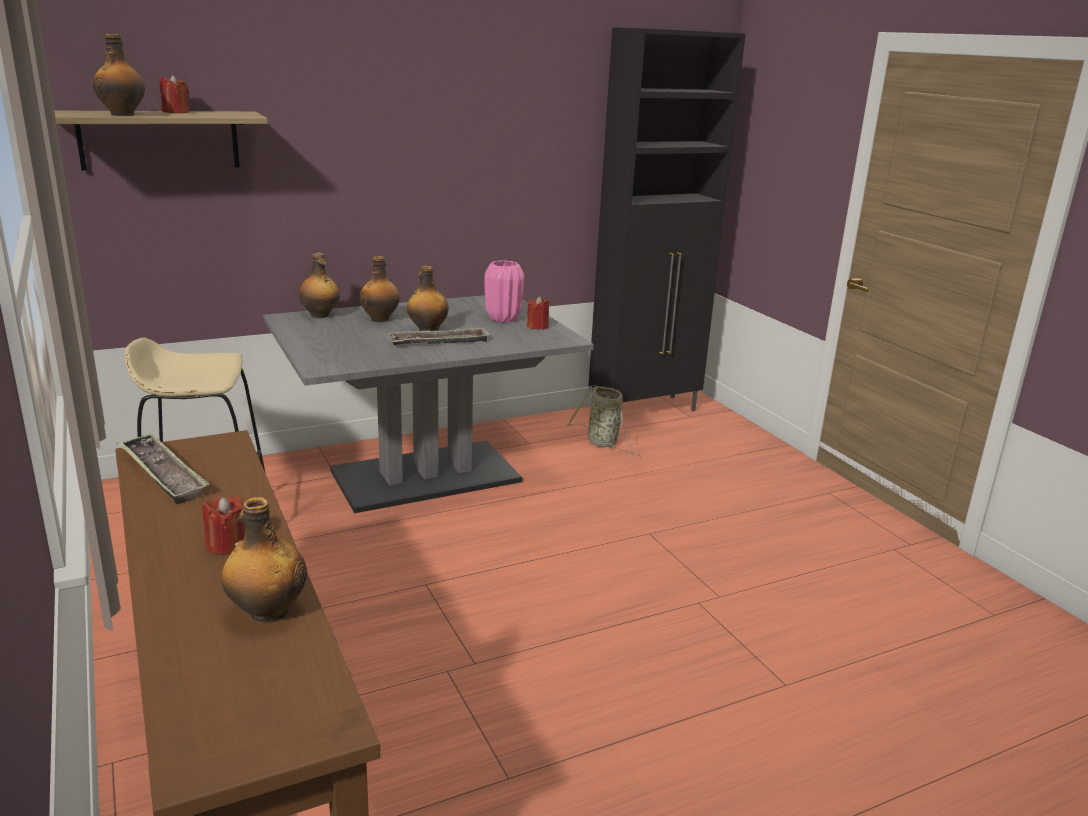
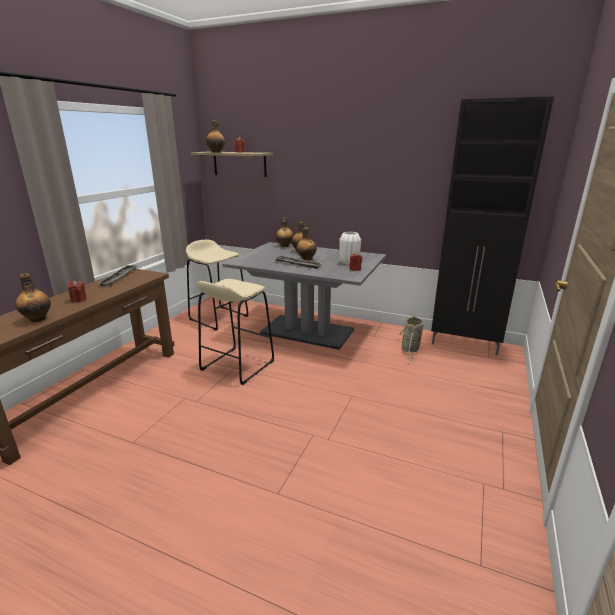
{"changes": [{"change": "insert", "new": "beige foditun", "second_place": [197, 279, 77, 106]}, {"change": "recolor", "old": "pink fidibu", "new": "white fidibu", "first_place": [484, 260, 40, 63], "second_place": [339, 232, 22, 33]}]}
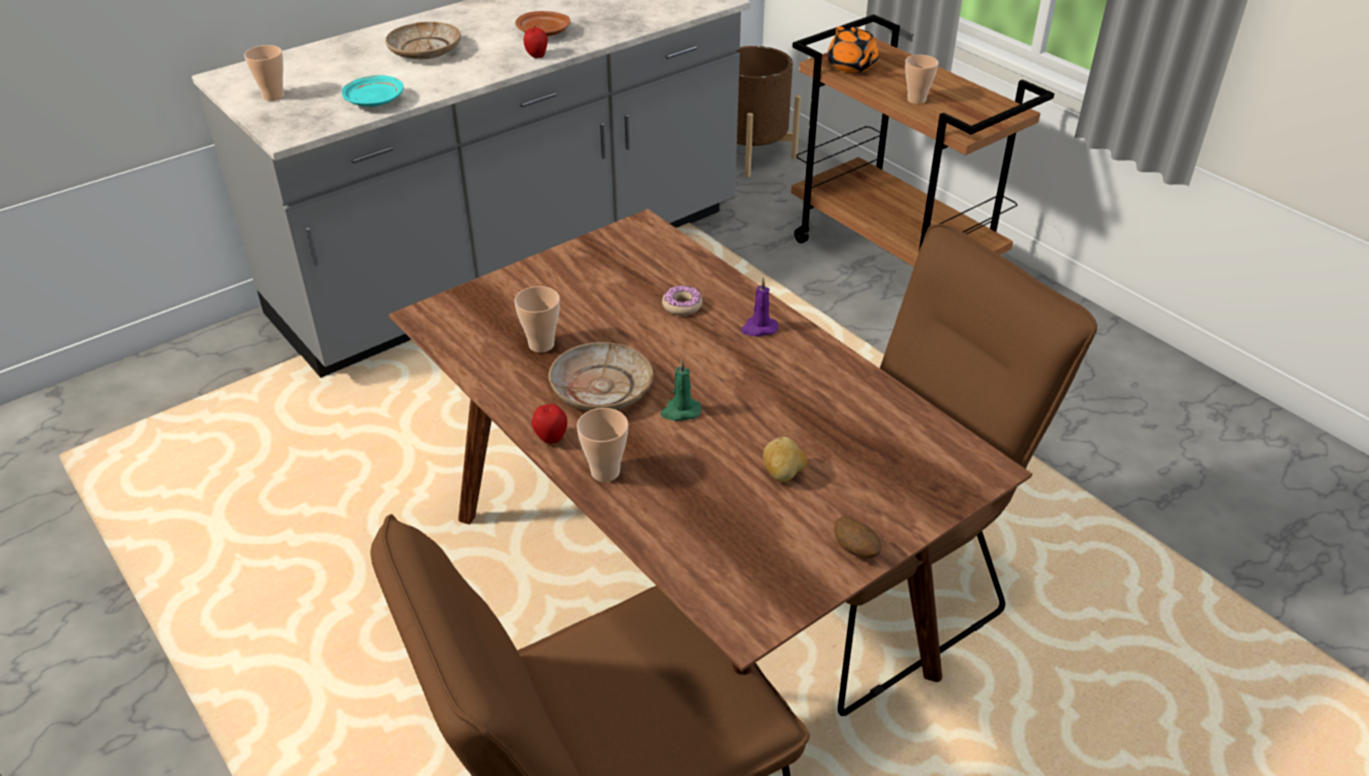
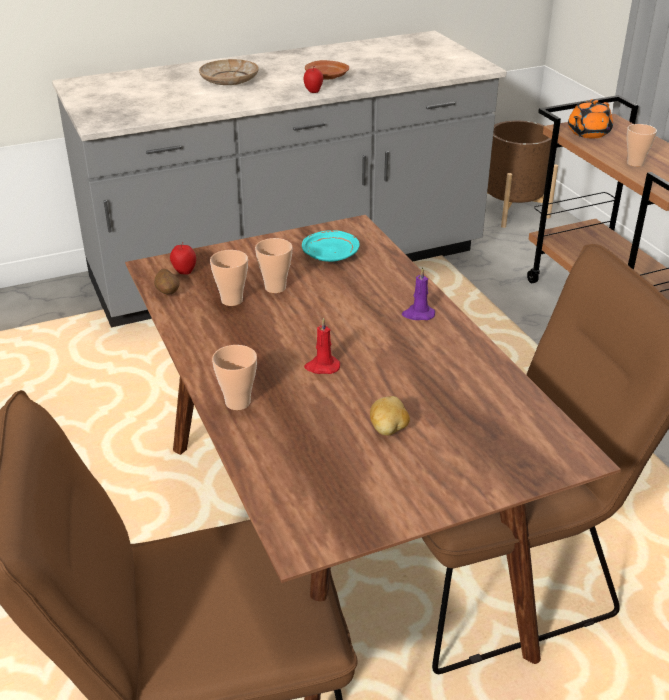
{"changes": [{"change": "delete", "old": "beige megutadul", "first_place": [549, 342, 104, 69]}, {"change": "delete", "old": "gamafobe", "first_place": [662, 285, 40, 31]}, {"change": "move", "old": "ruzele", "first_place": [244, 45, 40, 56], "second_place": [255, 238, 38, 55]}, {"change": "move", "old": "turquoise megutadul", "first_place": [342, 75, 62, 32], "second_place": [302, 230, 58, 32]}, {"change": "move", "old": "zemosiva", "first_place": [532, 403, 35, 41], "second_place": [170, 243, 26, 32]}, {"change": "move", "old": "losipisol", "first_place": [835, 516, 46, 42], "second_place": [154, 269, 26, 25]}, {"change": "recolor", "old": "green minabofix", "new": "red minabofix", "first_place": [660, 359, 41, 62], "second_place": [304, 318, 36, 56]}, {"change": "rotate", "old": "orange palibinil", "first_place": [827, 27, 51, 46], "second_place": [568, 99, 45, 39], "degrees": 45}]}
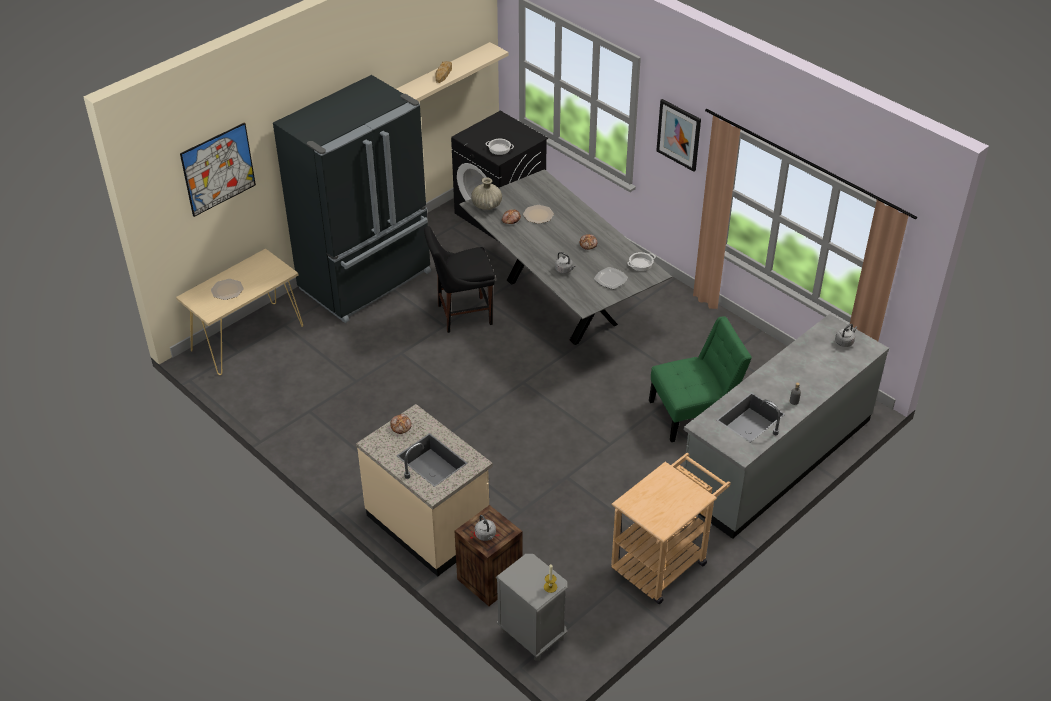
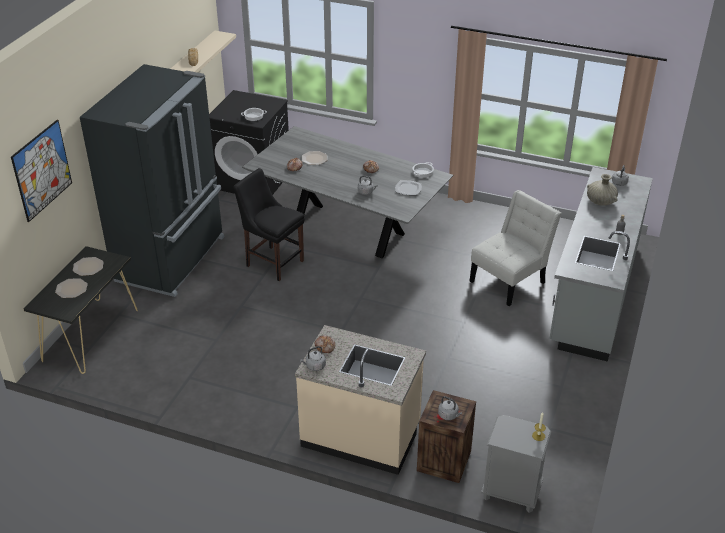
{"changes": [{"change": "delete", "old": "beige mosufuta", "first_place": [611, 453, 120, 151]}, {"change": "delete", "old": "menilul", "first_place": [656, 99, 45, 73]}, {"change": "insert", "new": "megutadul", "second_place": [73, 257, 31, 19]}, {"change": "insert", "new": "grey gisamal", "second_place": [300, 346, 26, 25]}, {"change": "move", "old": "beige fidibu", "first_place": [471, 177, 31, 33], "second_place": [587, 174, 31, 32]}, {"change": "recolor", "old": "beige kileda", "new": "black kileda", "first_place": [176, 248, 127, 127], "second_place": [24, 246, 114, 128]}, {"change": "recolor", "old": "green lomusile", "new": "white lomusile", "first_place": [649, 316, 103, 126], "second_place": [469, 190, 92, 116]}, {"change": "rotate", "old": "black lomusile", "first_place": [424, 226, 71, 107], "second_place": [233, 168, 72, 113], "degrees": 75}]}
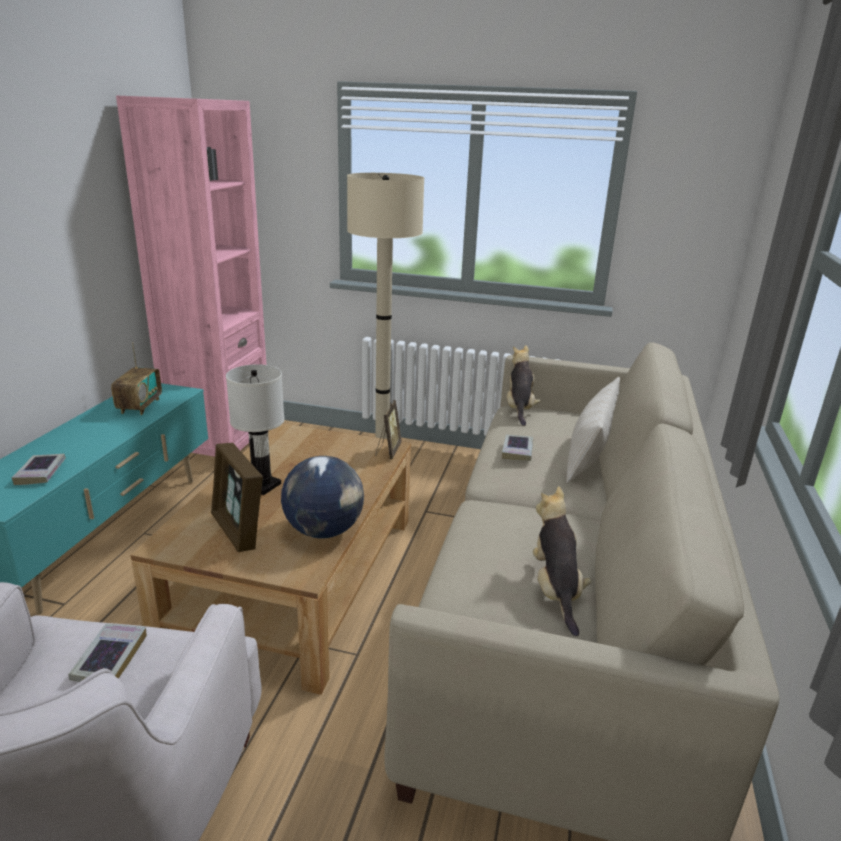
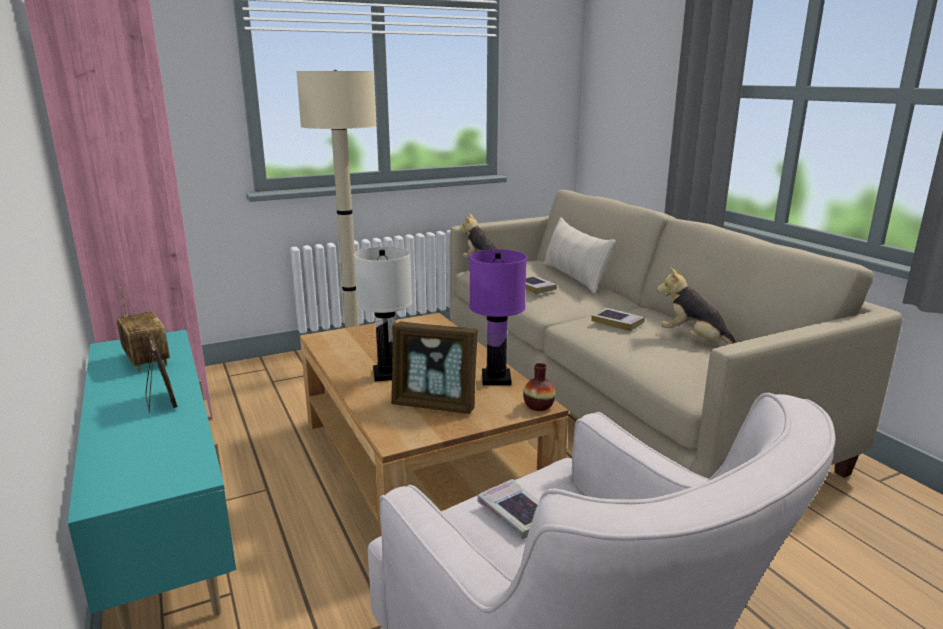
{"changes": [{"change": "insert", "new": "fidibu", "second_place": [523, 363, 32, 48]}, {"change": "move", "old": "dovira", "first_place": [12, 454, 54, 31], "second_place": [591, 308, 54, 23]}, {"change": "move", "old": "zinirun", "first_place": [375, 400, 27, 59], "second_place": [145, 333, 33, 80]}, {"change": "replace", "old": "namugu", "new": "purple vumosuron", "first_place": [281, 456, 83, 83], "second_place": [469, 249, 58, 136]}]}
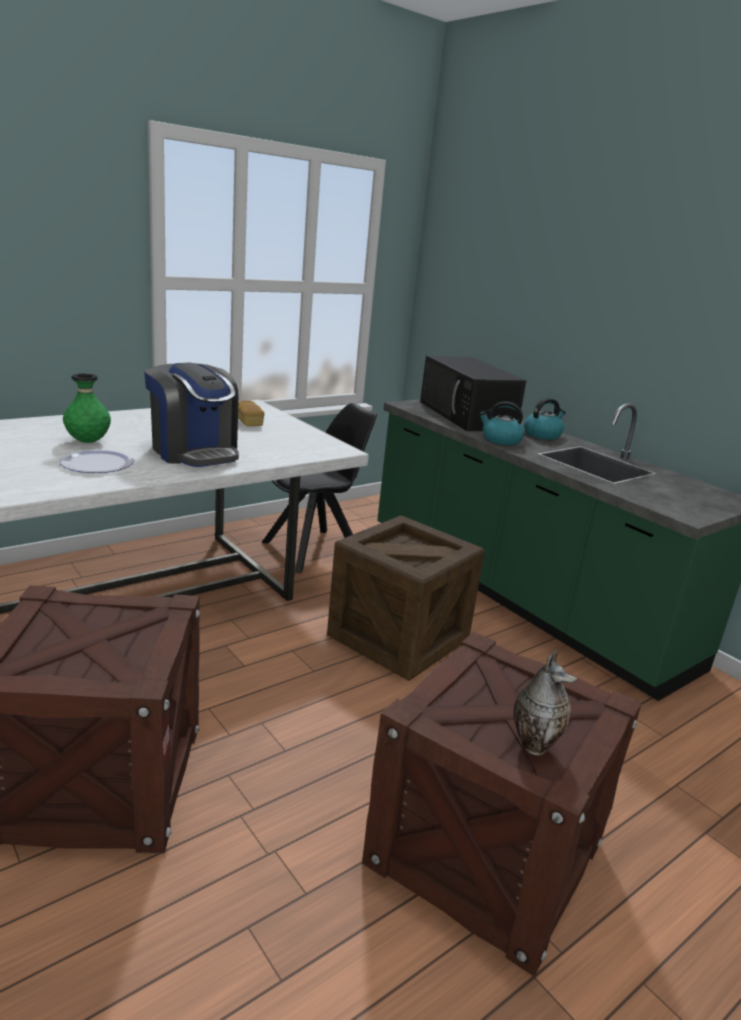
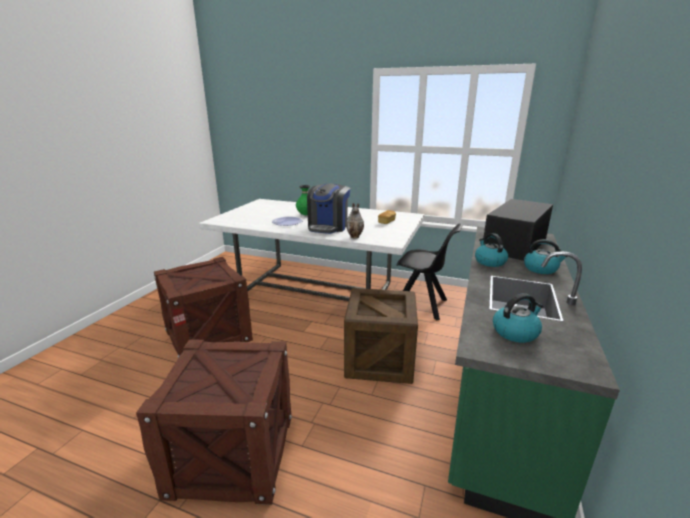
{"changes": [{"change": "insert", "new": "gisamal", "second_place": [493, 293, 50, 50]}, {"change": "move", "old": "fidibu", "first_place": [514, 649, 63, 106], "second_place": [346, 203, 18, 35]}]}
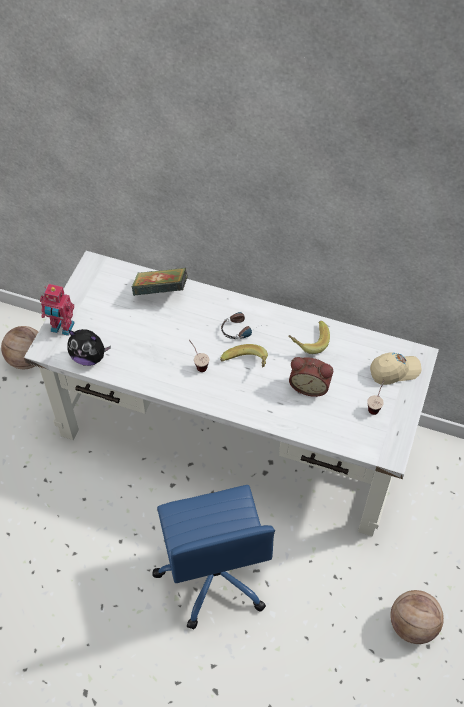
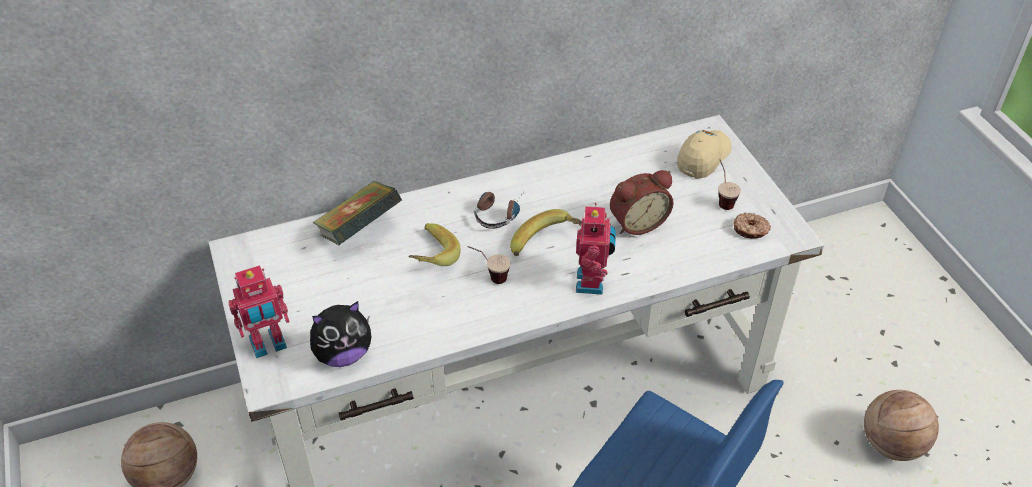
{"changes": [{"change": "insert", "new": "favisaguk", "second_place": [576, 203, 40, 92]}, {"change": "insert", "new": "gamafobe", "second_place": [733, 213, 38, 25]}, {"change": "move", "old": "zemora", "first_place": [289, 321, 41, 33], "second_place": [408, 223, 53, 43]}]}
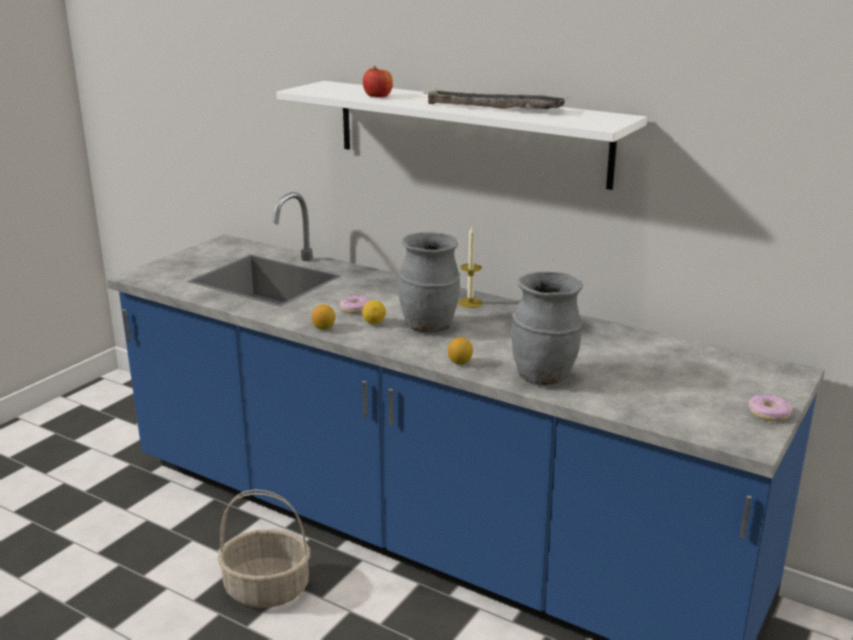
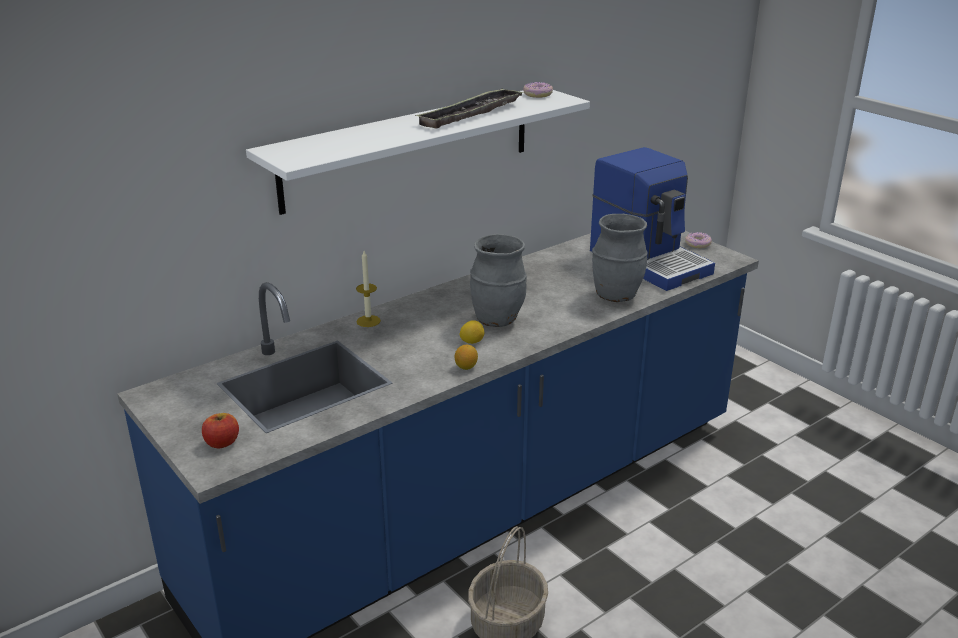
{"changes": [{"change": "delete", "old": "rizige", "first_place": [448, 337, 25, 28]}, {"change": "insert", "new": "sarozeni", "second_place": [590, 147, 125, 144]}, {"change": "move", "old": "gamafobe", "first_place": [340, 295, 31, 19], "second_place": [523, 82, 30, 16]}, {"change": "move", "old": "zemosiva", "first_place": [363, 66, 30, 31], "second_place": [202, 413, 37, 35]}, {"change": "move", "old": "minabofix", "first_place": [458, 227, 25, 81], "second_place": [356, 251, 25, 76]}]}
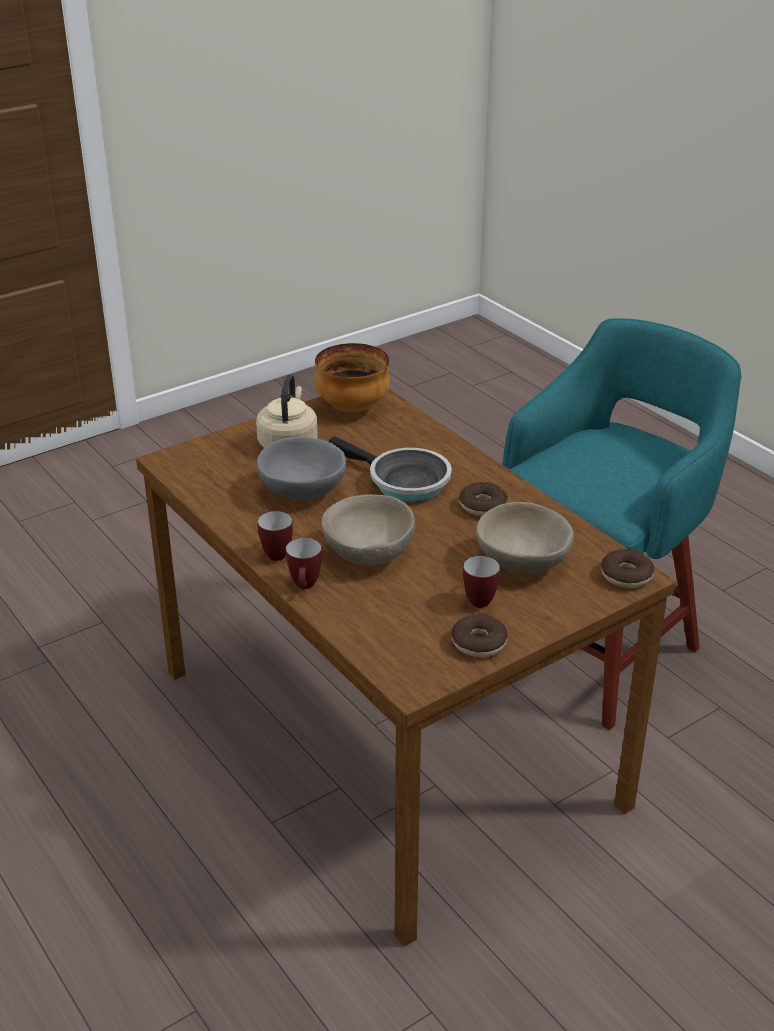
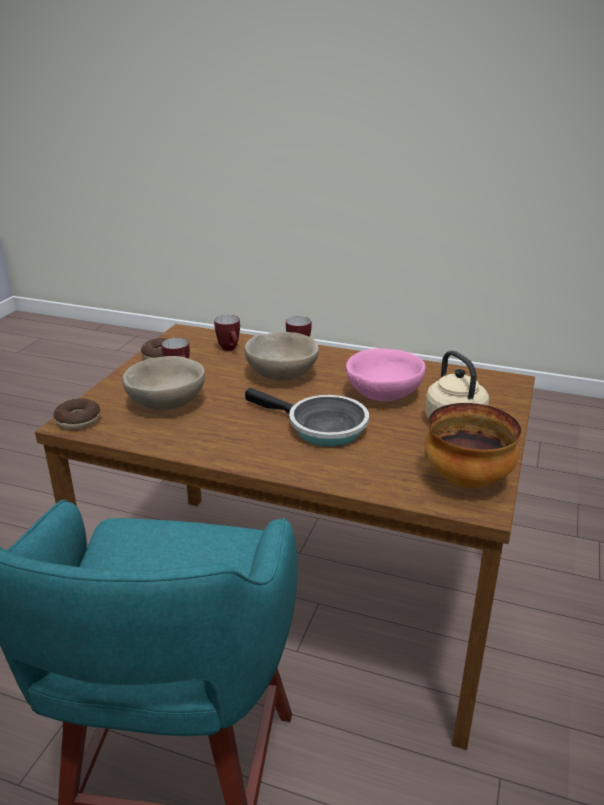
{"changes": [{"change": "delete", "old": "gamafobe", "first_place": [459, 482, 49, 35]}, {"change": "move", "old": "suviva", "first_place": [257, 511, 36, 50], "second_place": [214, 315, 26, 36]}, {"change": "recolor", "old": "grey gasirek", "new": "pink gasirek", "first_place": [257, 437, 90, 63], "second_place": [346, 348, 79, 54]}, {"change": "rotate", "old": "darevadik", "first_place": [328, 436, 124, 66], "second_place": [245, 388, 124, 58], "degrees": -150}]}
